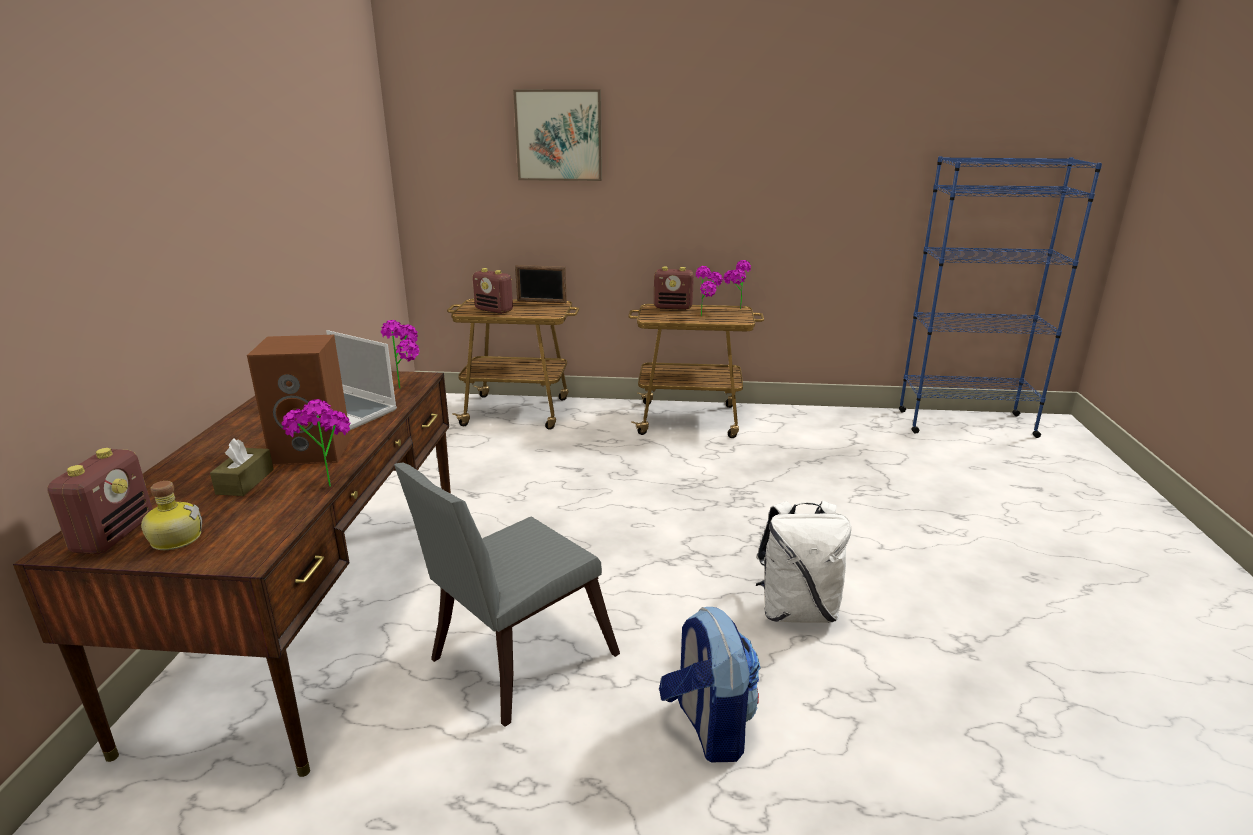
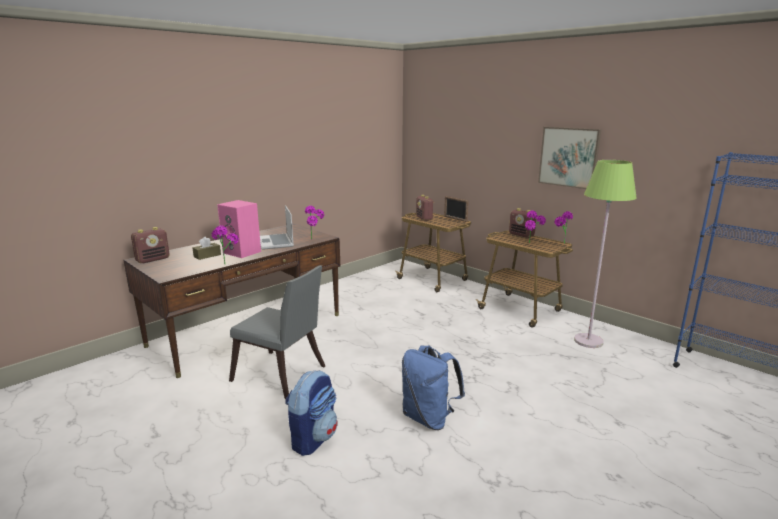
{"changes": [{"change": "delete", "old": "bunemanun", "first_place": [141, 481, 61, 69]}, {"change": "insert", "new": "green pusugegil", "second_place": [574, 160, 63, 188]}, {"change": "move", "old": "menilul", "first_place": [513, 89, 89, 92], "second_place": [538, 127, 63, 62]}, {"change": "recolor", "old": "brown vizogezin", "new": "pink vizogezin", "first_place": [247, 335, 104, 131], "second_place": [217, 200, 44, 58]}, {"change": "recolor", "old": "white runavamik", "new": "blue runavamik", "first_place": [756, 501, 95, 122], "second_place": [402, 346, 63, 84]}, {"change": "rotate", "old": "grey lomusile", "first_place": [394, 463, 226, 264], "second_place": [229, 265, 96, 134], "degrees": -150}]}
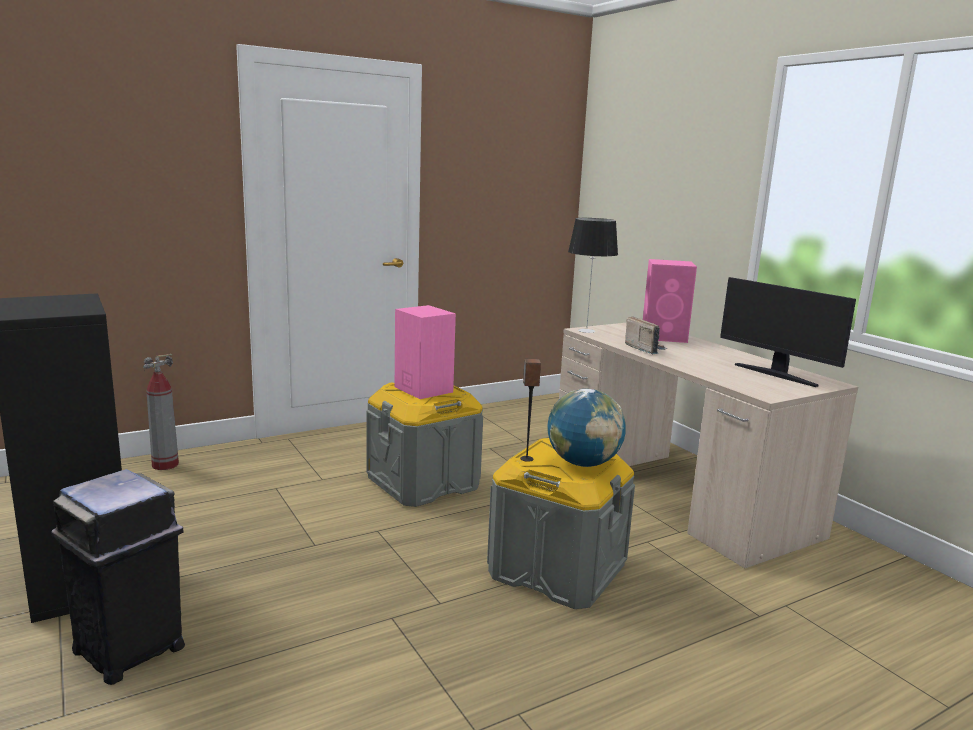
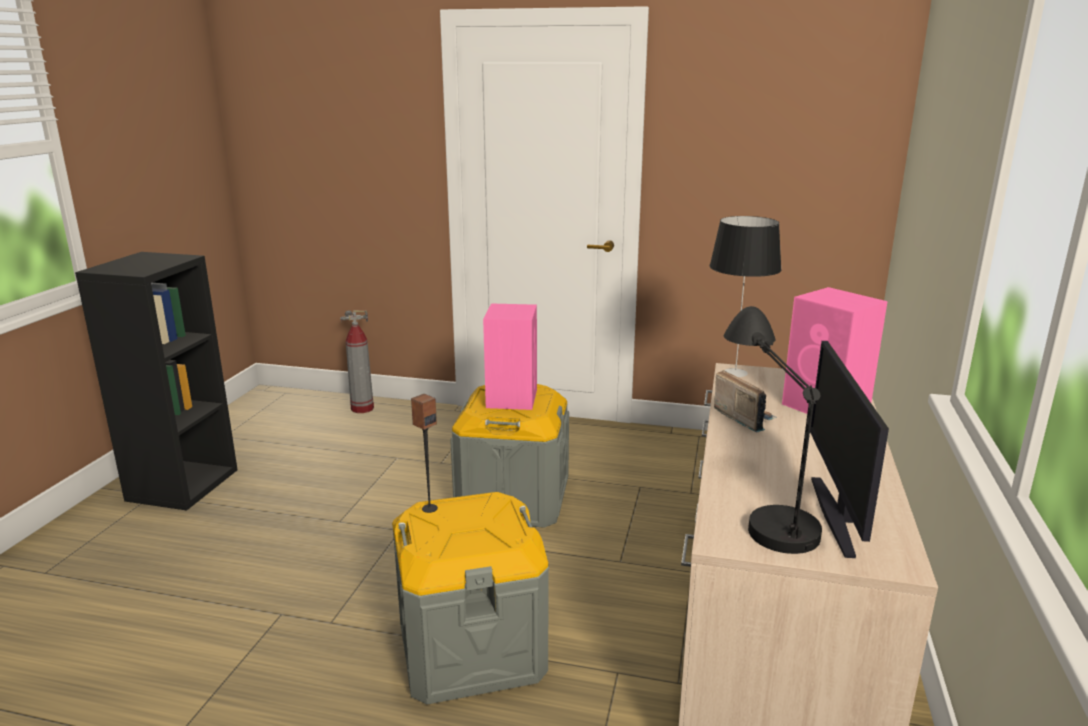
{"changes": [{"change": "delete", "old": "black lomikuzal", "first_place": [51, 469, 134, 216]}, {"change": "delete", "old": "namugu", "first_place": [547, 389, 79, 78]}, {"change": "insert", "new": "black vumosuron", "second_place": [724, 306, 98, 248]}, {"change": "rotate", "old": "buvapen", "first_place": [625, 316, 43, 38], "second_place": [714, 370, 63, 62], "degrees": -45}]}
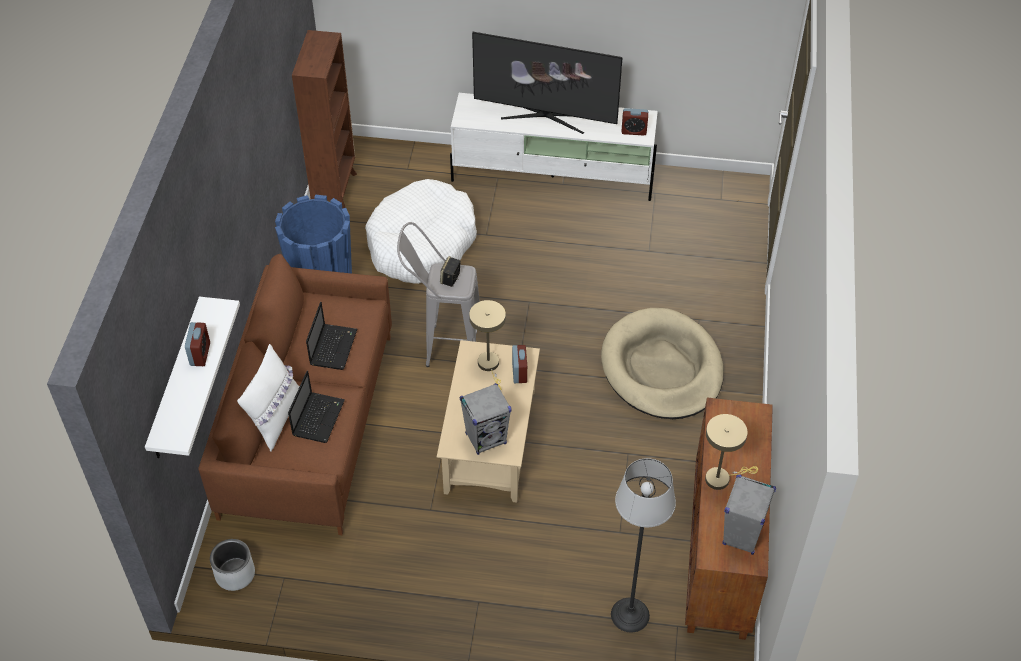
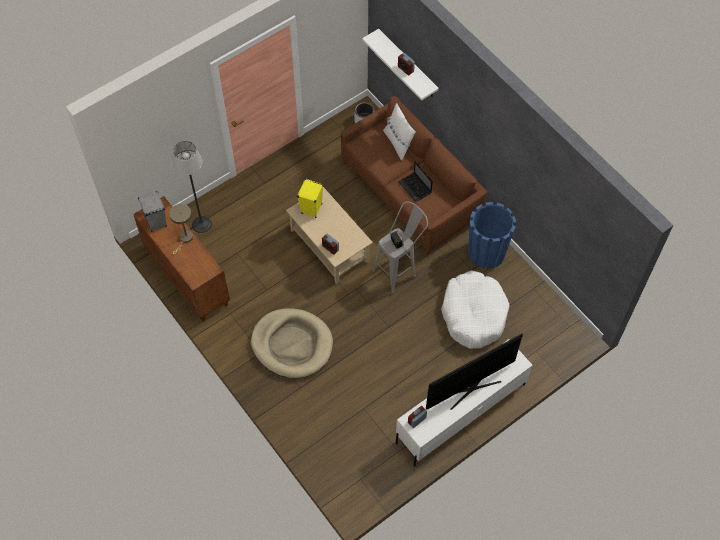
{"changes": [{"change": "delete", "old": "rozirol", "first_place": [288, 371, 57, 72]}, {"change": "delete", "old": "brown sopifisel", "first_place": [292, 30, 65, 178]}, {"change": "delete", "old": "beige vumosuron", "first_place": [469, 300, 37, 90]}, {"change": "recolor", "old": "grey vizogezin", "new": "yellow vizogezin", "first_place": [460, 383, 51, 72], "second_place": [297, 179, 27, 39]}]}
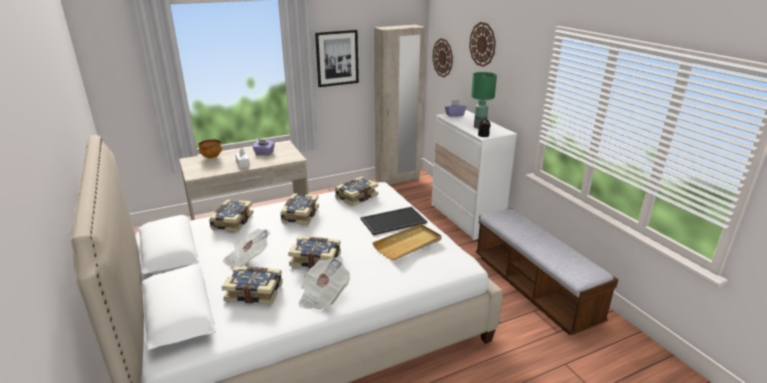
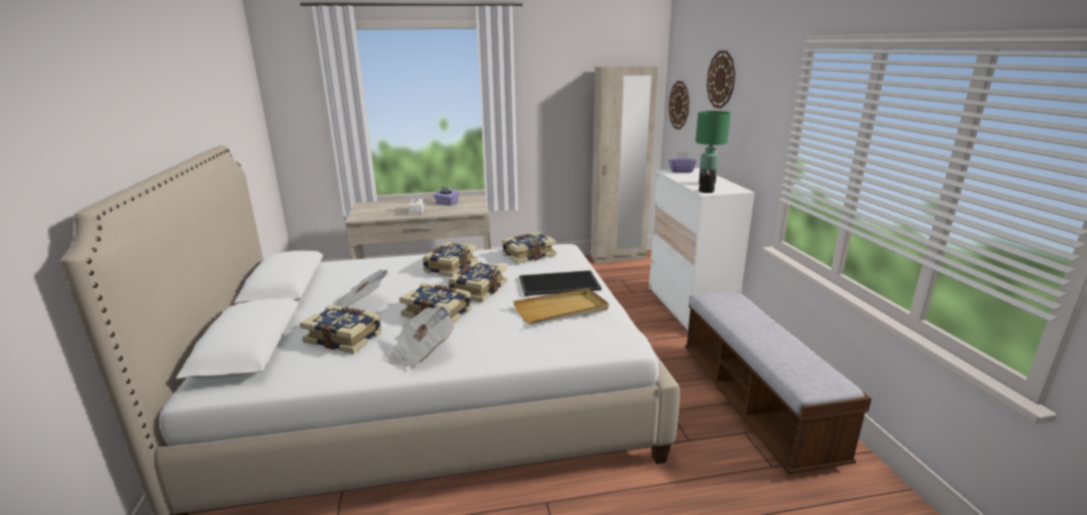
{"changes": [{"change": "delete", "old": "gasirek", "first_place": [198, 139, 24, 19]}, {"change": "delete", "old": "menilul", "first_place": [315, 29, 44, 58]}, {"change": "move", "old": "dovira", "first_place": [209, 199, 44, 33], "second_place": [448, 261, 59, 42]}]}
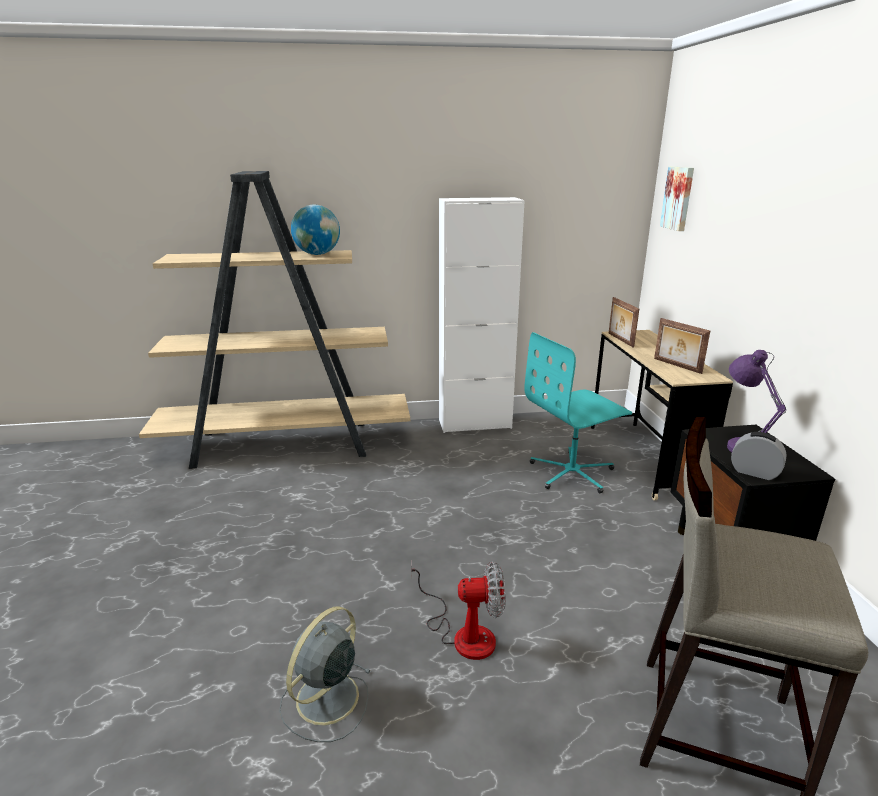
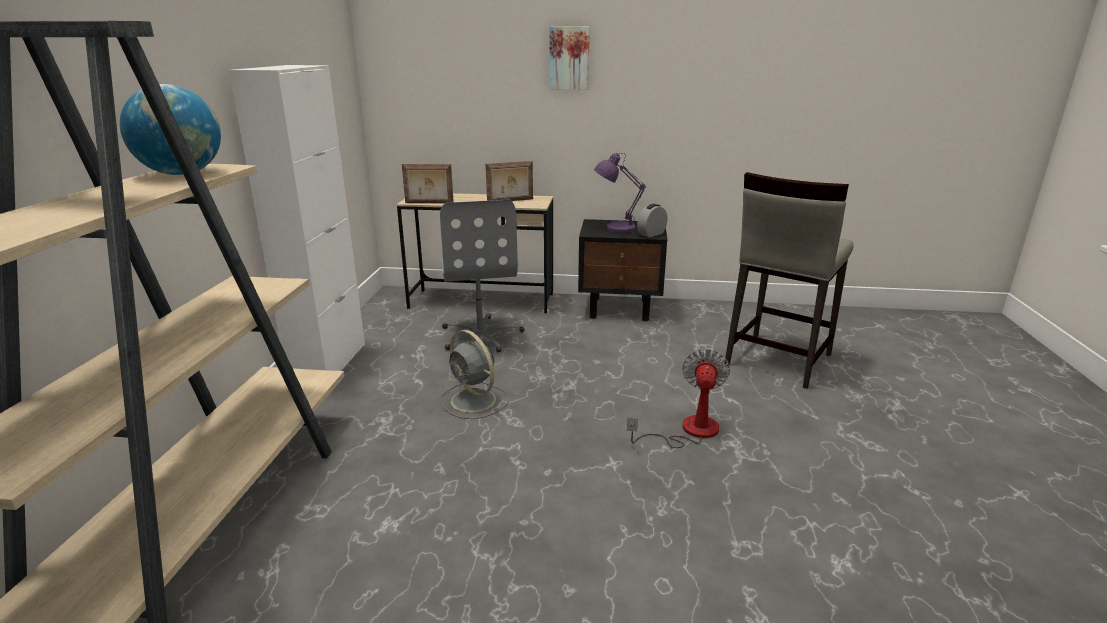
{"changes": [{"change": "move", "old": "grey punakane", "first_place": [279, 606, 92, 136], "second_place": [440, 330, 69, 89]}, {"change": "move", "old": "menilul", "first_place": [660, 166, 34, 65], "second_place": [549, 26, 41, 64]}, {"change": "recolor", "old": "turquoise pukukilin", "new": "grey pukukilin", "first_place": [524, 332, 108, 161], "second_place": [440, 200, 84, 153]}]}
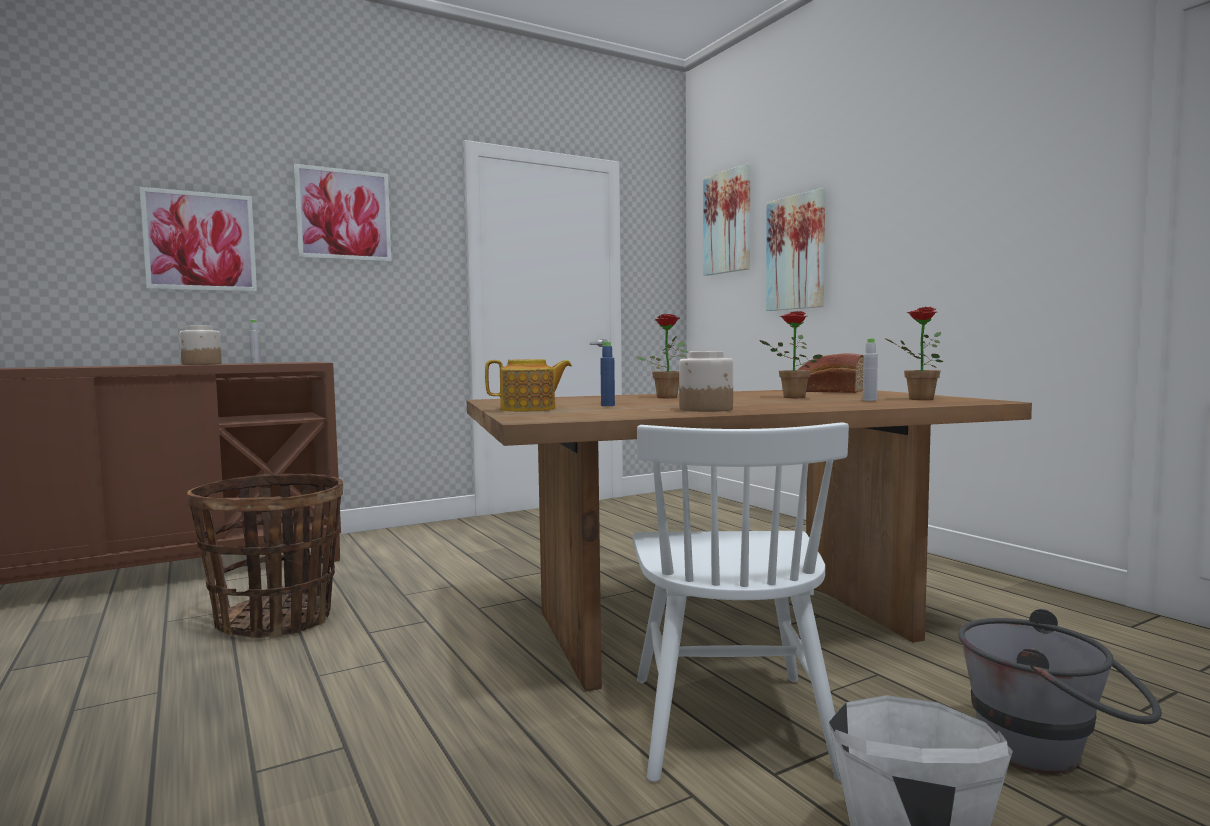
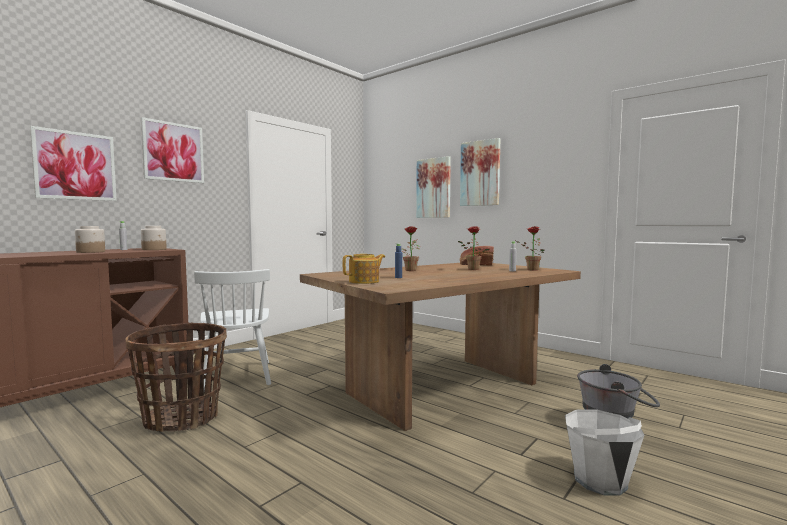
{"changes": [{"change": "move", "old": "white lomusile", "first_place": [632, 422, 217, 360], "second_place": [194, 269, 77, 120]}, {"change": "move", "old": "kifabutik", "first_place": [679, 351, 54, 61], "second_place": [141, 226, 26, 24]}, {"change": "move", "old": "menilul", "first_place": [703, 164, 47, 112], "second_place": [460, 138, 40, 68]}]}
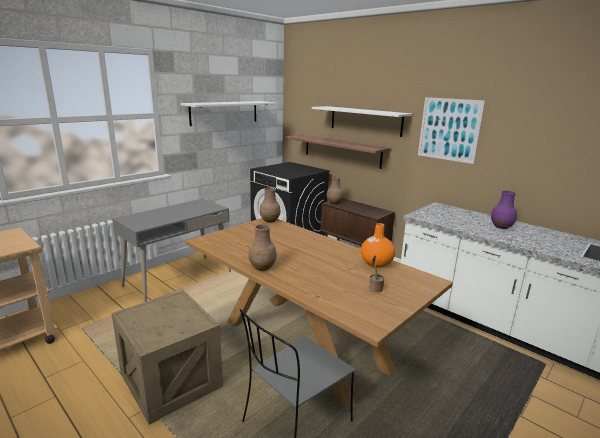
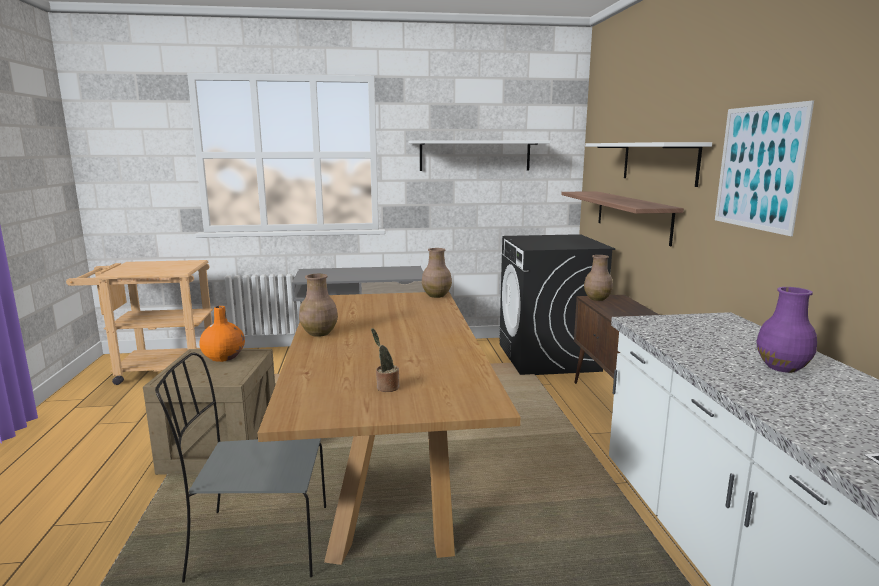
{"changes": [{"change": "move", "old": "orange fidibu", "first_place": [361, 223, 34, 45], "second_place": [199, 306, 46, 56]}]}
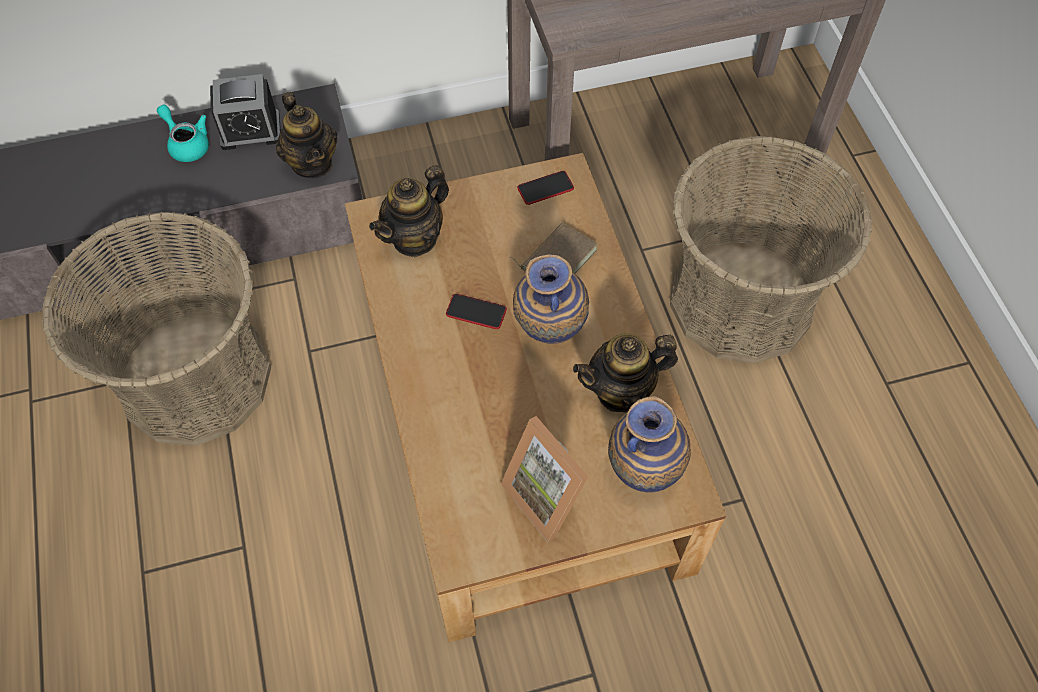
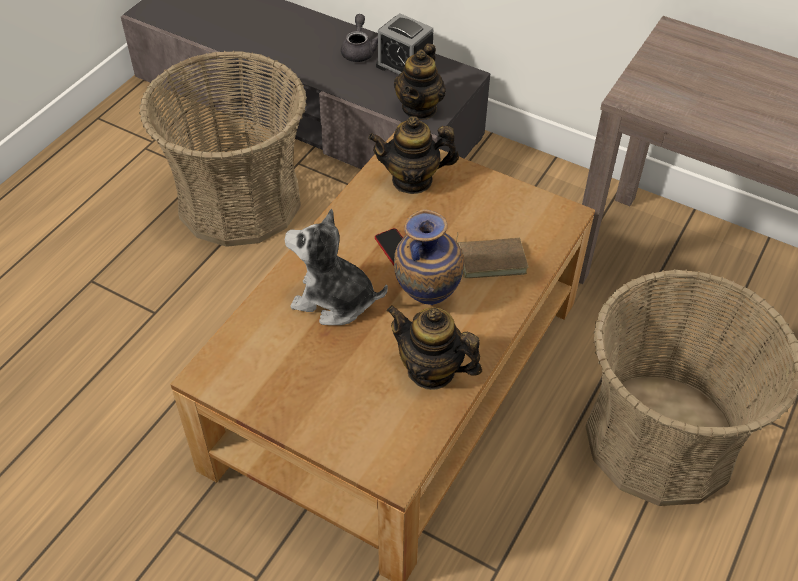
{"changes": [{"change": "delete", "old": "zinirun", "first_place": [501, 416, 87, 126]}, {"change": "delete", "old": "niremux", "first_place": [517, 171, 57, 34]}, {"change": "delete", "old": "fidibu", "first_place": [608, 396, 83, 97]}, {"change": "insert", "new": "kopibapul", "second_place": [285, 209, 103, 116]}, {"change": "recolor", "old": "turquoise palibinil", "new": "grey palibinil", "first_place": [157, 105, 52, 57], "second_place": [341, 14, 37, 48]}]}
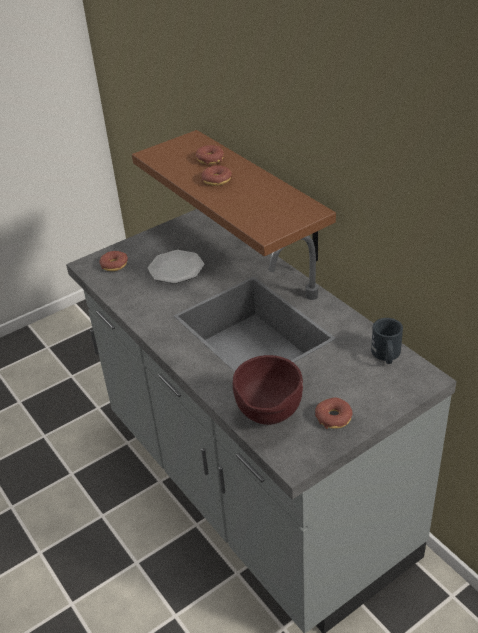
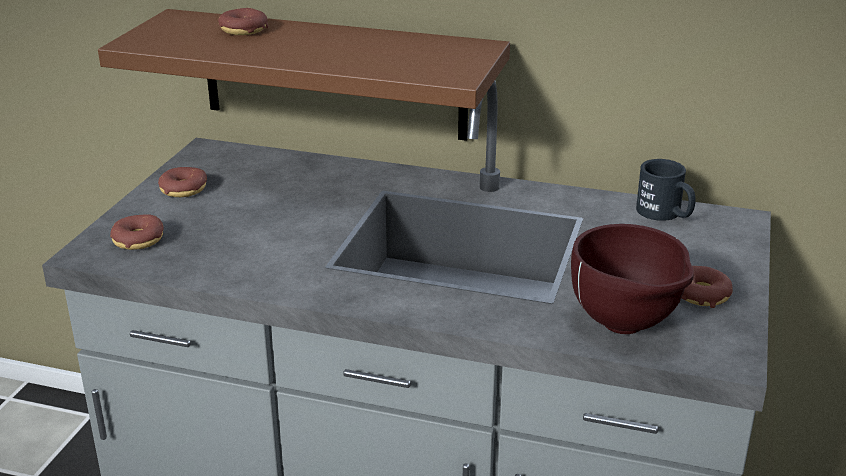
{"changes": [{"change": "delete", "old": "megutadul", "first_place": [148, 250, 56, 34]}, {"change": "move", "old": "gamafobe", "first_place": [202, 165, 30, 21], "second_place": [158, 167, 49, 30]}]}
